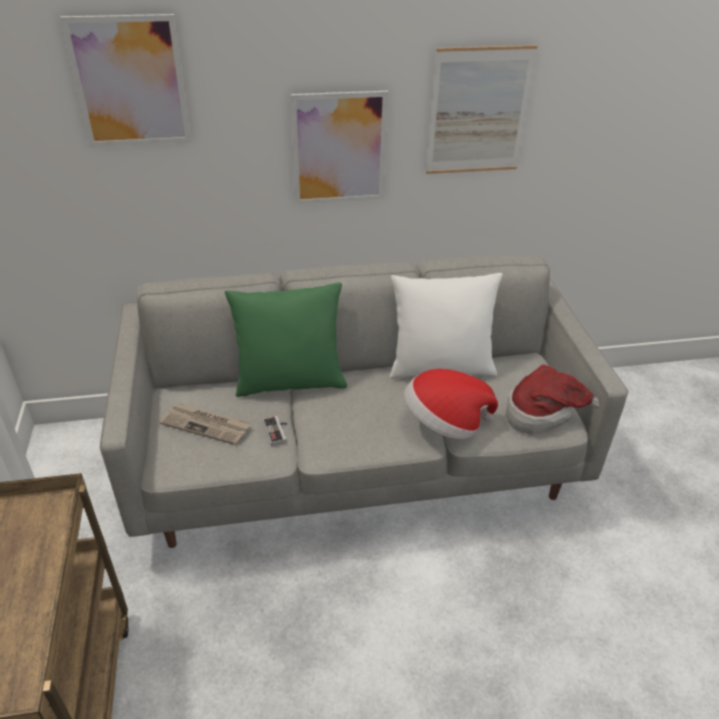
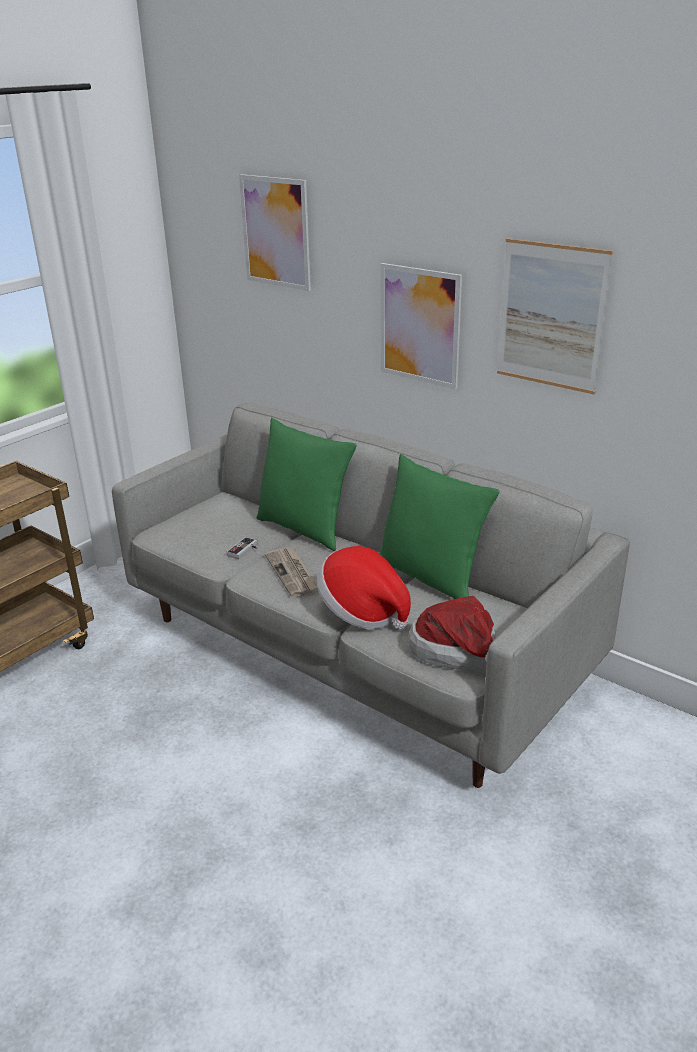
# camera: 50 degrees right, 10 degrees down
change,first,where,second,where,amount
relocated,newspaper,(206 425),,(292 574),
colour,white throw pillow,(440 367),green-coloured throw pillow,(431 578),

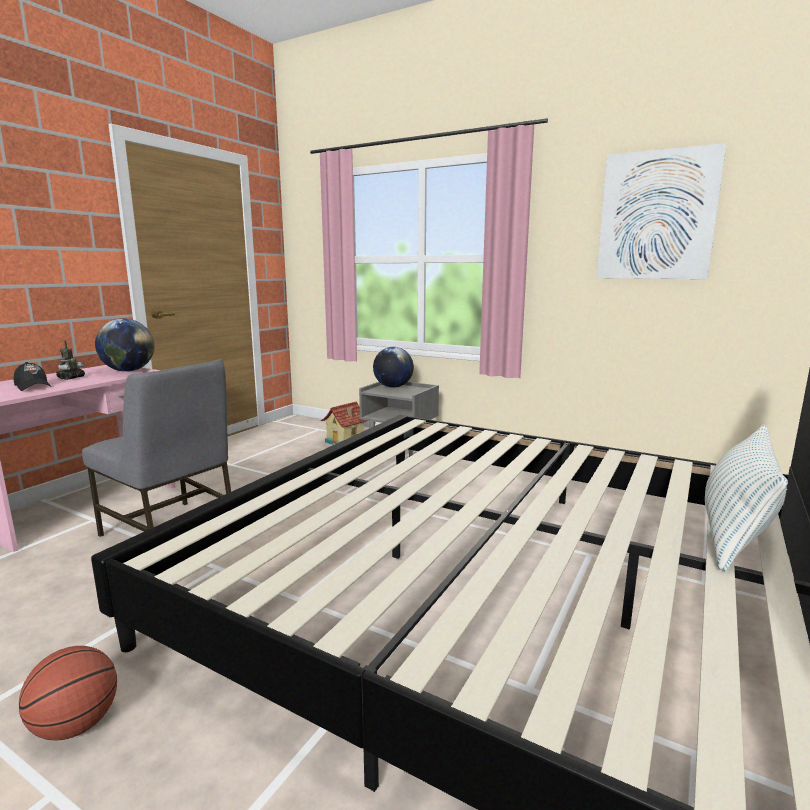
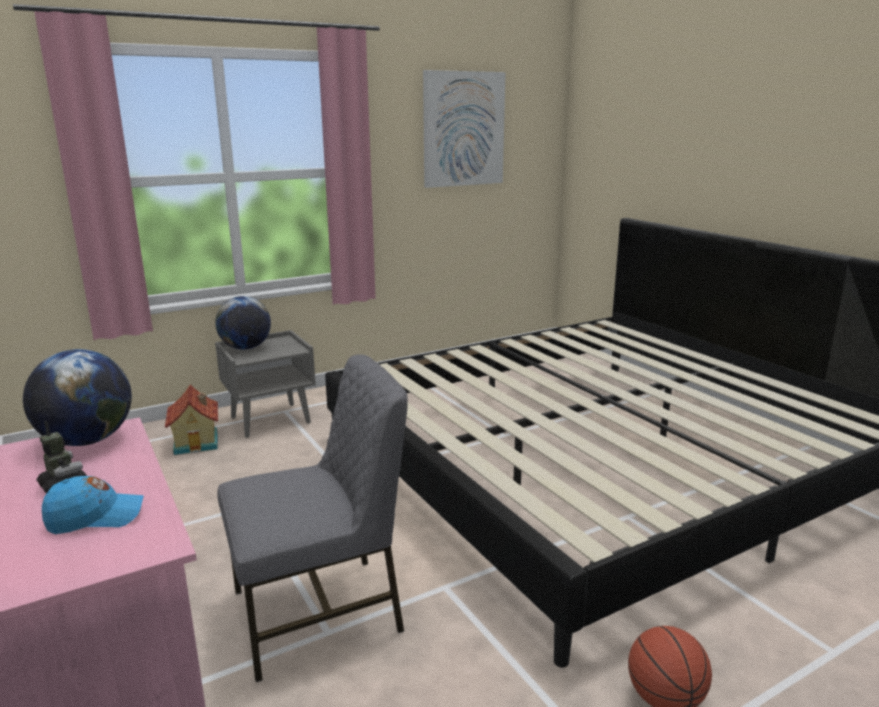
# camera: 60 degrees left, 5 degrees up
change,first,where,second,where,amount
colour,black peaked cap,(33 387),blue peaked cap,(96 518),
missing,throw pillow,(735 533),,,

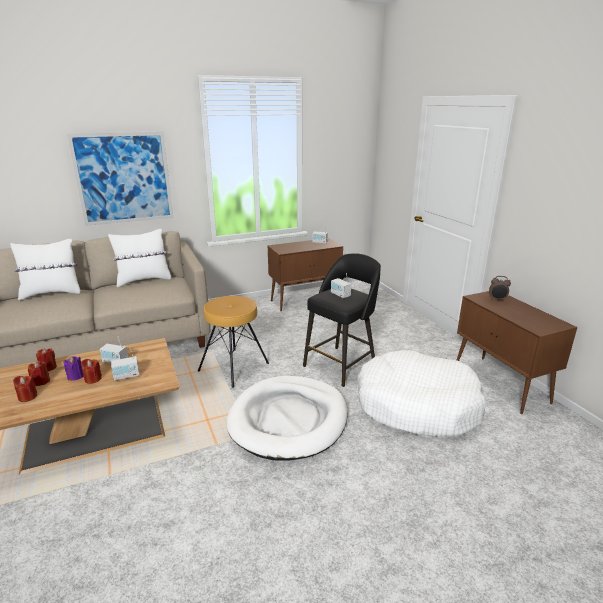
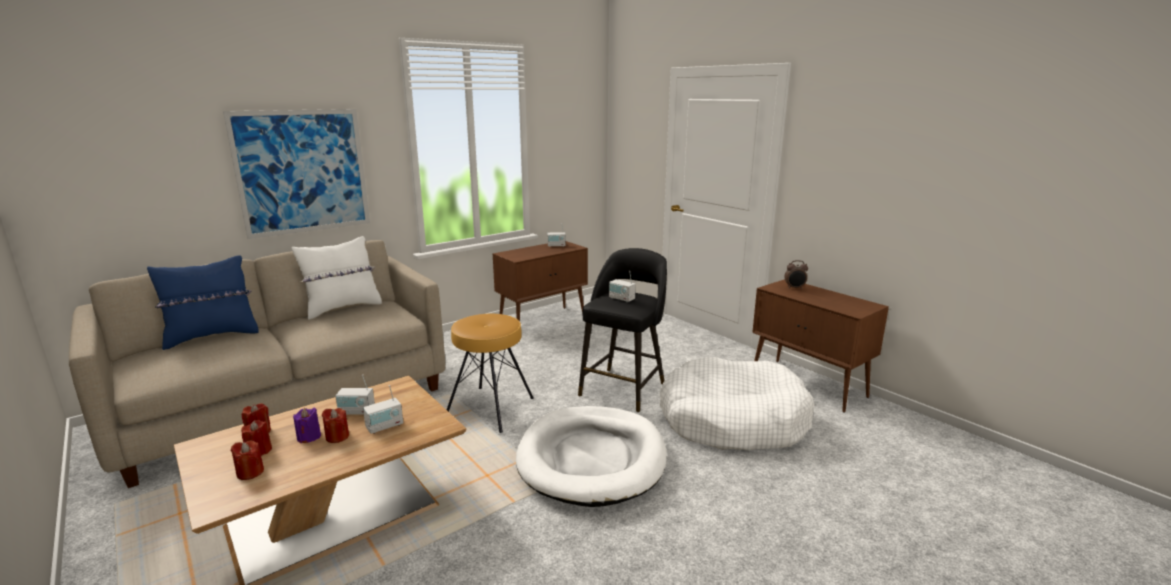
# camera: 15 degrees left, 5 degrees down
change,first,where,second,where,amount
colour,white throw pillow,(52 293),blue throw pillow,(212 336),

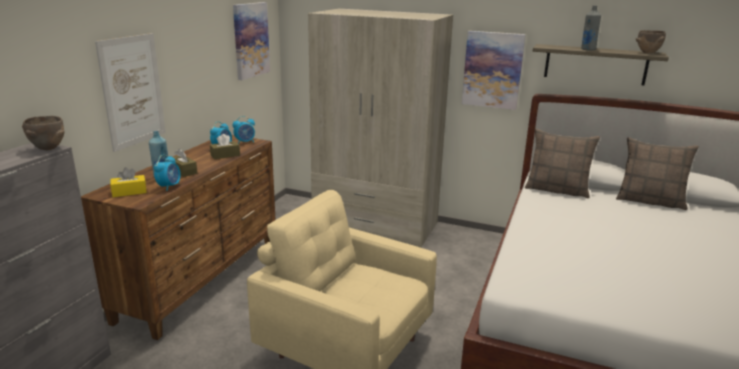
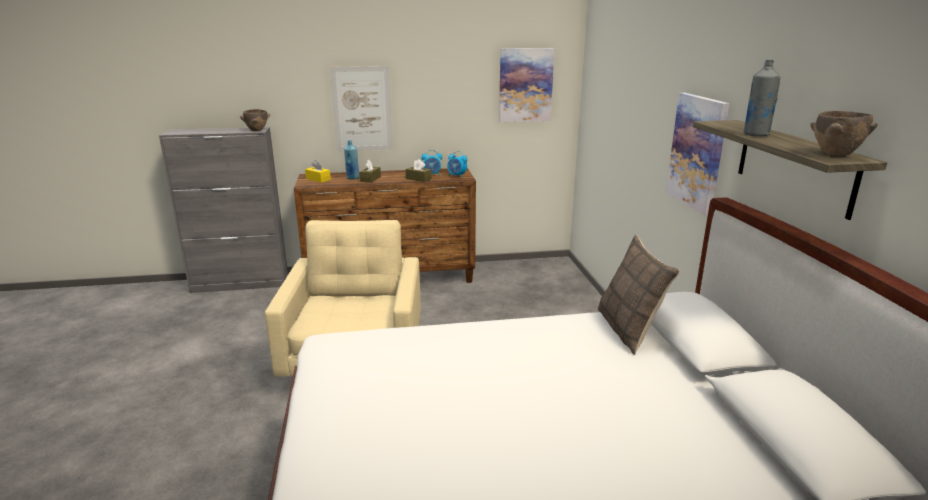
# camera: 60 degrees right, 0 degrees up
change,first,where,second,where,amount
missing,alarm clock,(169 186),,,
missing,beige clothes cupboard,(376 225),,,
missing,throw pillow,(650 201),,,

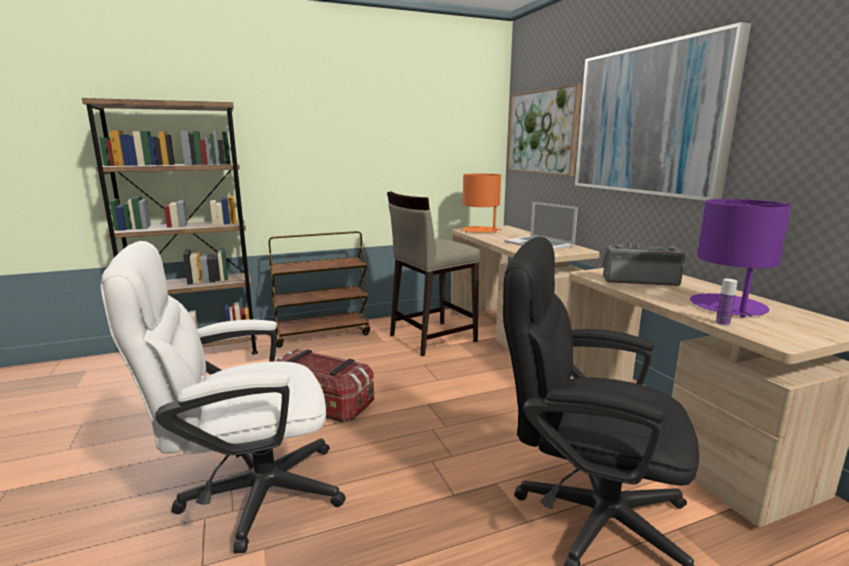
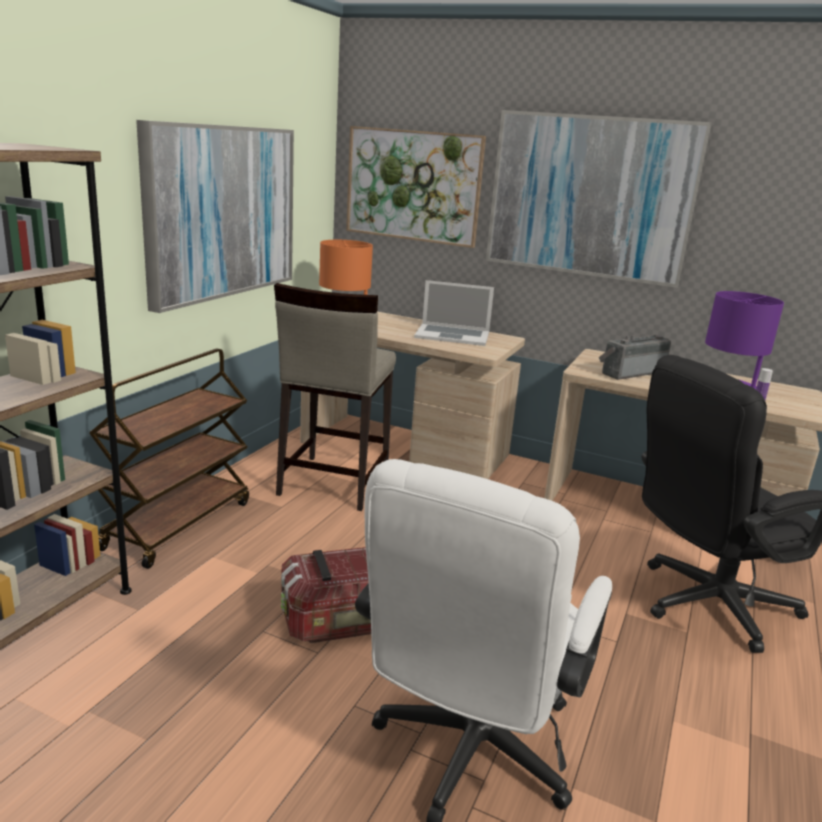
# camera: 45 degrees left, 5 degrees up
change,first,where,second,where,amount
appeared,,,picture,(221 212),

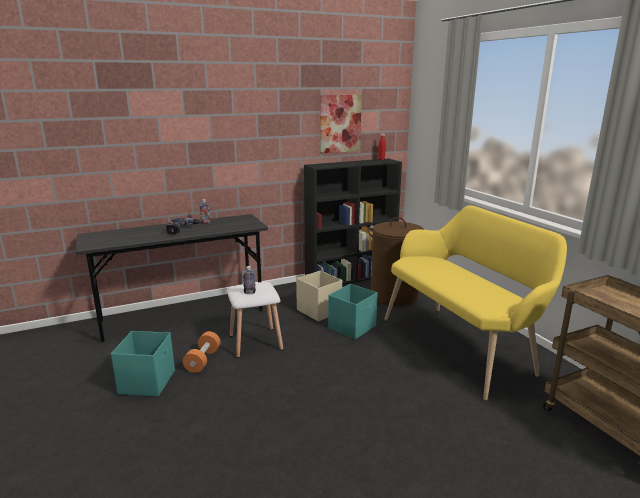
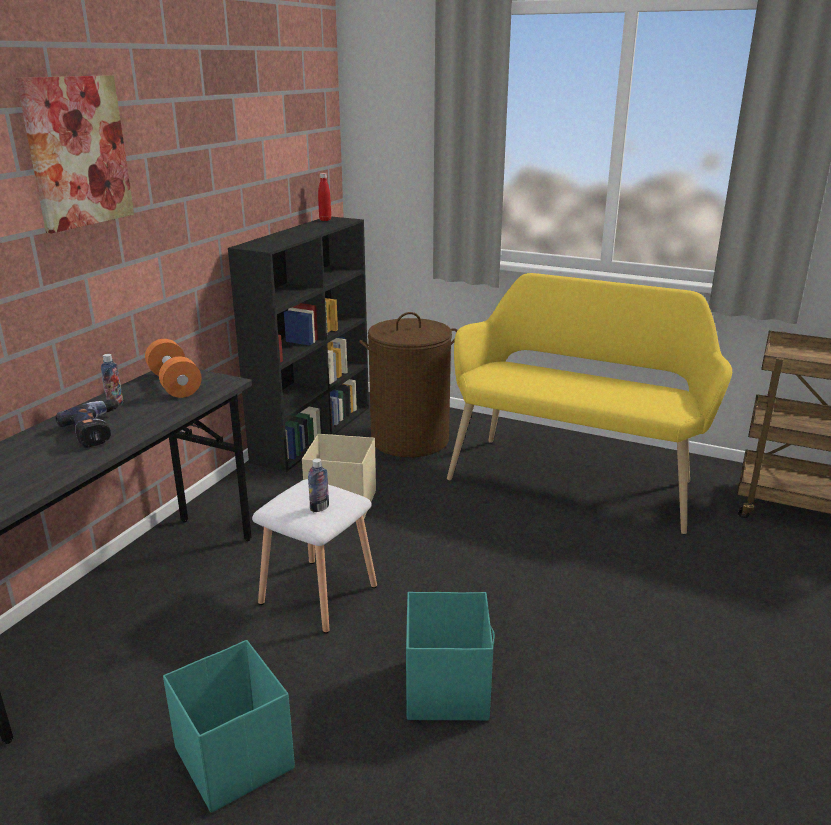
# camera: 40 degrees left, 5 degrees up
change,first,where,second,where,amount
relocated,orange-coloured free weight,(203 360),,(174 384),
relocated,picture,(340 123),,(77 152),
relocated,blue-green storage box,(352 327),,(447 688),

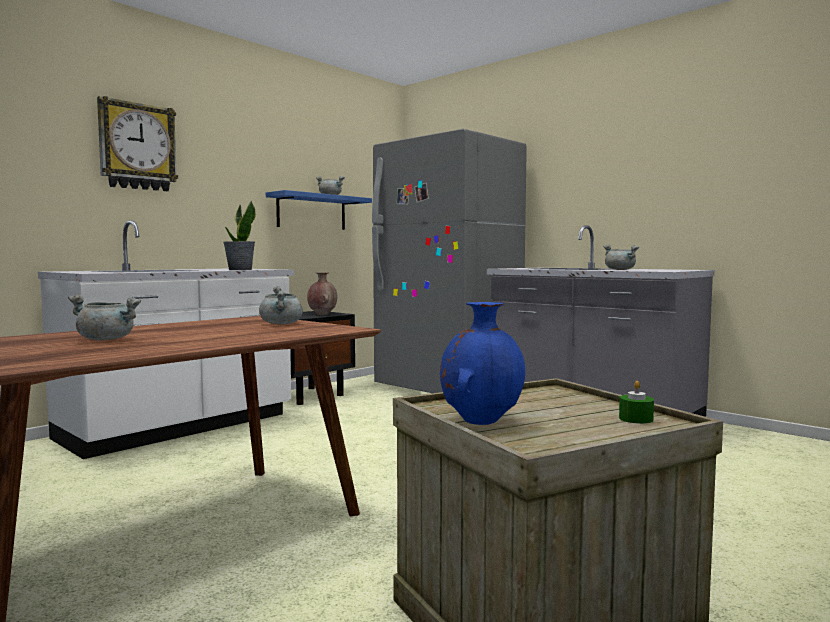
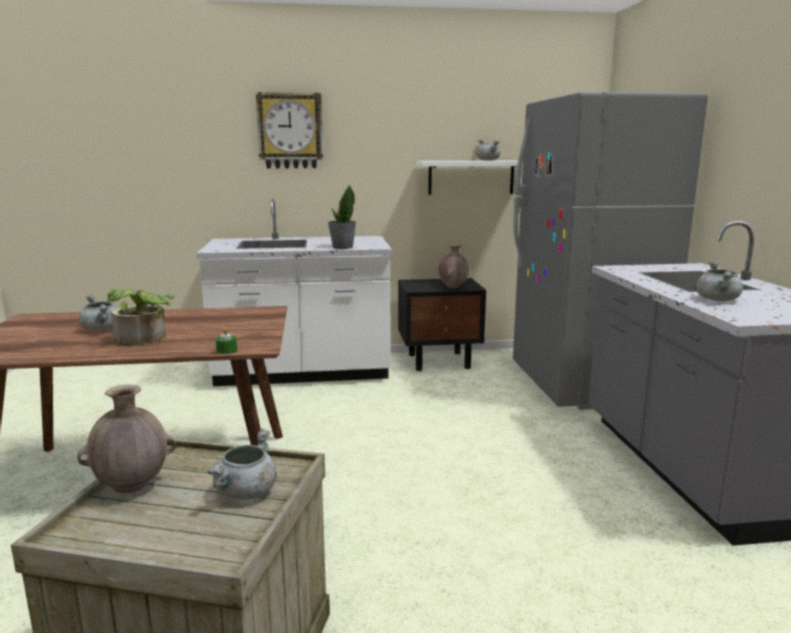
# camera: 40 degrees right, 10 degrees up
change,first,where,second,where,amount
relocated,grey cooking pot,(281 324),,(246 493),
colour,blue wall shelf,(311 212),white wall shelf,(471 177),
colour,blue decorative vase,(481 421),brown-coloured decorative vase,(132 486),
relocated,green-coloured wax candle,(636 419),,(227 351),
appeared,,,potted plant,(144 340),

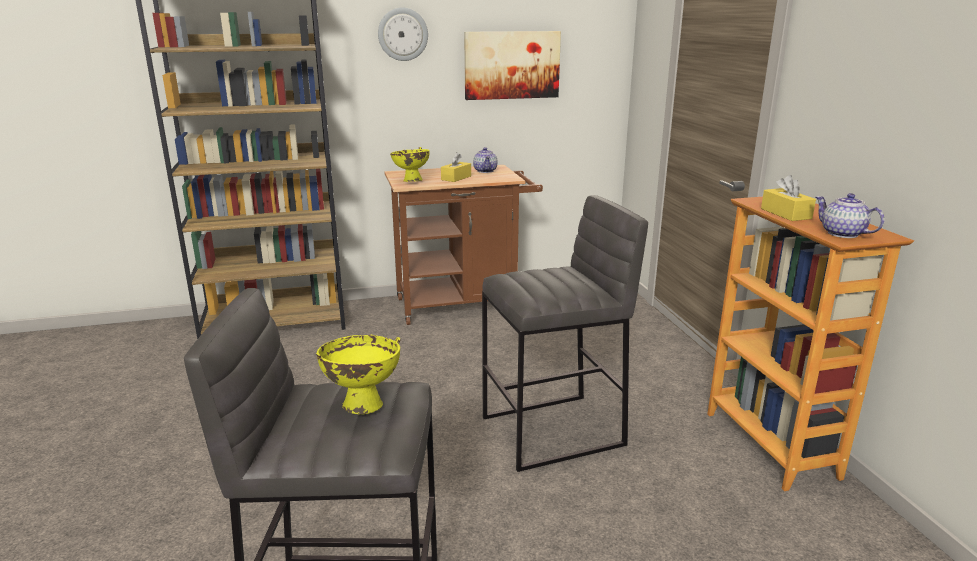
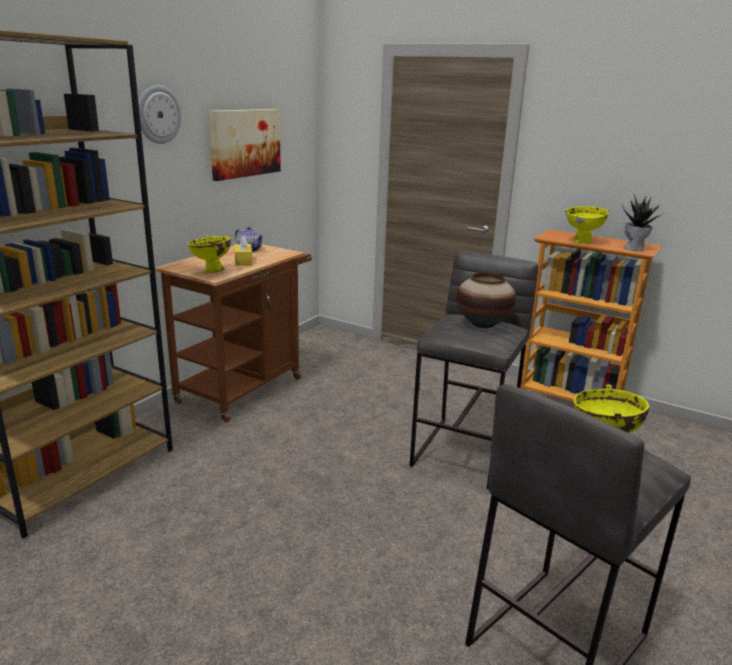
# camera: 45 degrees left, 0 degrees up
change,first,where,second,where,amount
exchanged,yellow tissue holder,(785 213),yellow serving bowl,(582 242),
exchanged,teapot,(843 234),potted plant,(634 248),
appeared,,,decorative vase,(483 324),

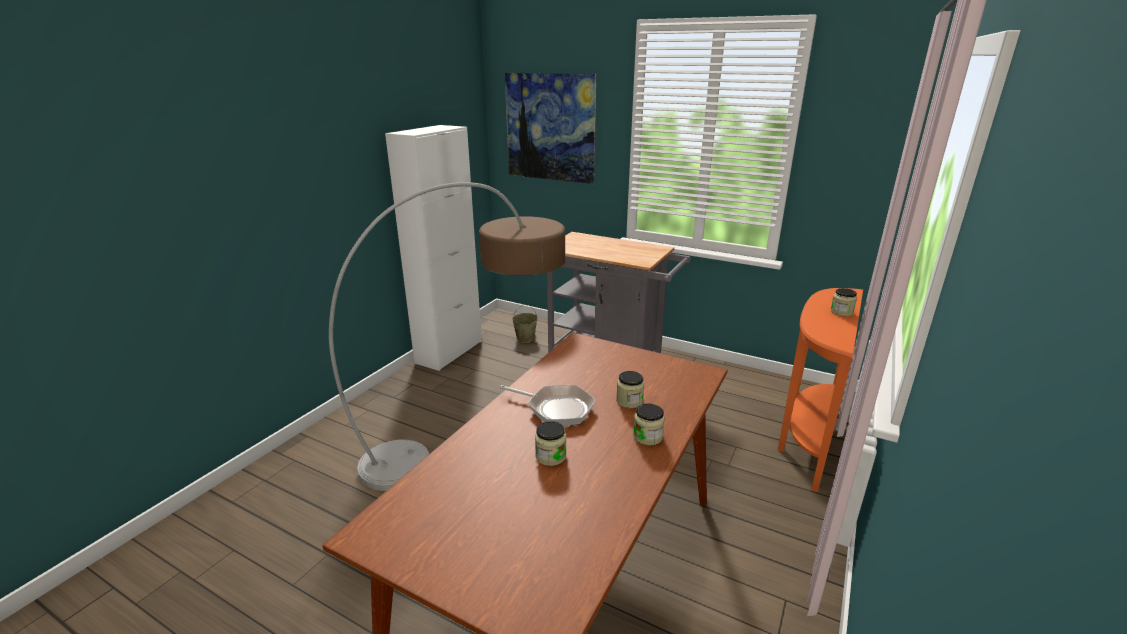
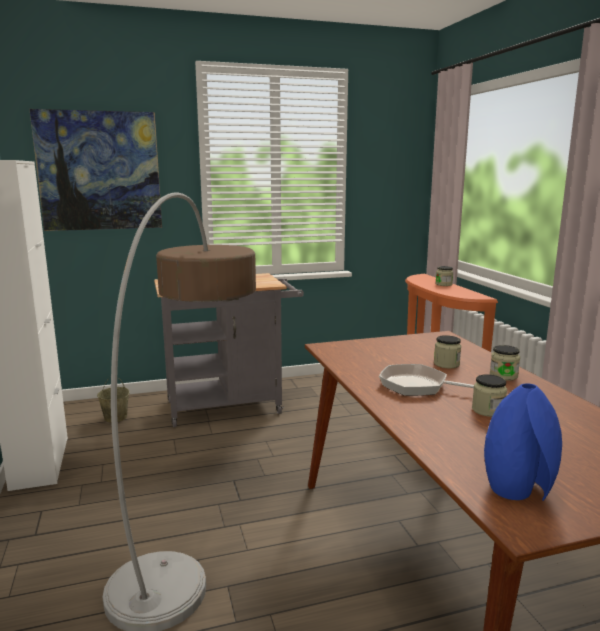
# camera: 45 degrees left, 10 degrees down
change,first,where,second,where,amount
spun,skillet,(556 408),,(418 386),135 degrees counterclockwise
appeared,,,blue decorative vase,(519 489),

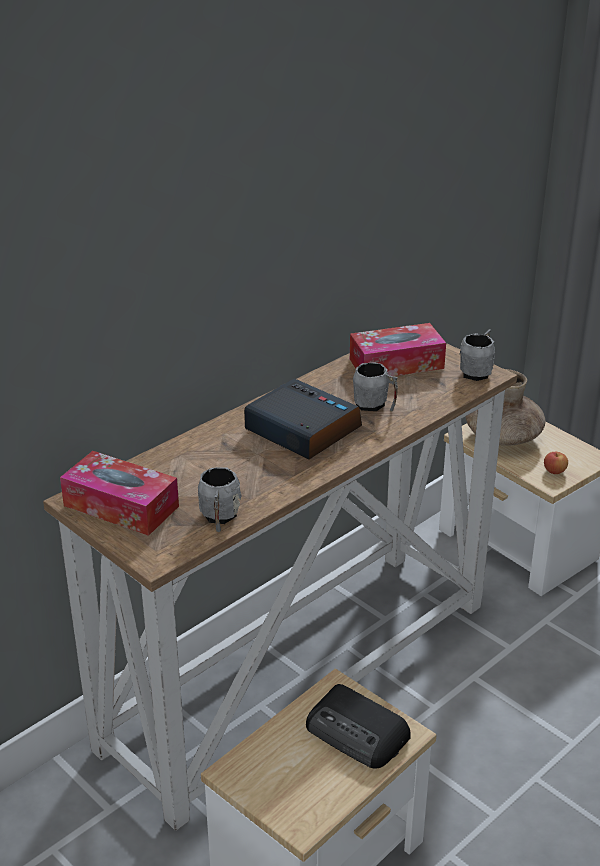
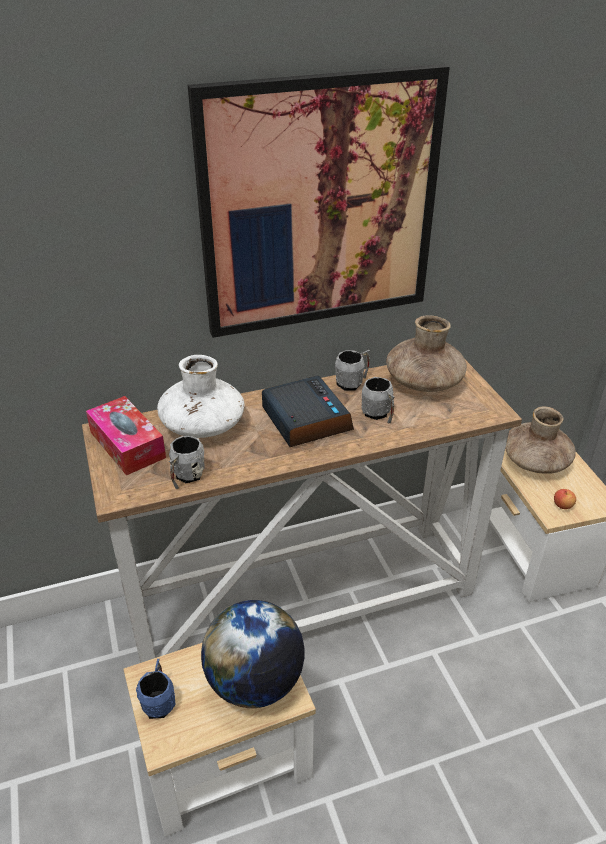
# camera: 25 degrees right, 5 degrees up
change,first,where,second,where,amount
exchanged,radio receiver,(358 733),globe,(255 682),
exchanged,tissue holder,(396 363),brown-coloured decorative vase,(423 382),
relocated,grey mug,(477 371),,(352 382),
appeared,,,blue mug,(159 701),
appeared,,,white decorative vase,(203 425),
appeared,,,picture,(319 206),

